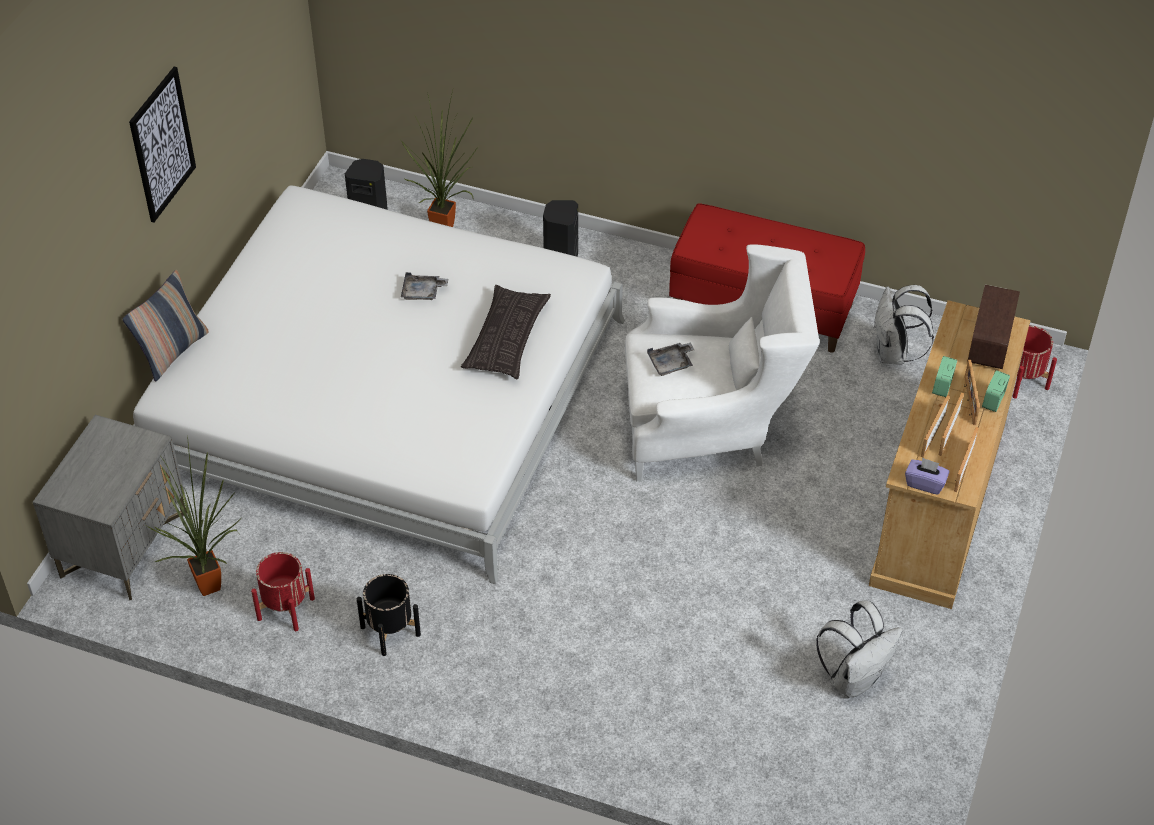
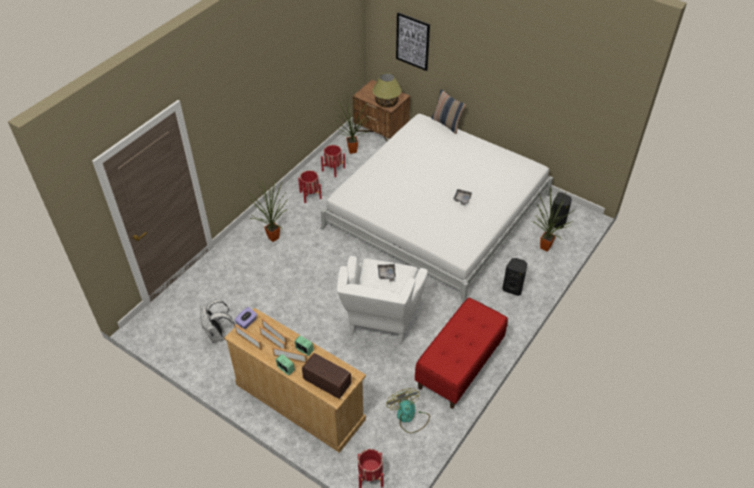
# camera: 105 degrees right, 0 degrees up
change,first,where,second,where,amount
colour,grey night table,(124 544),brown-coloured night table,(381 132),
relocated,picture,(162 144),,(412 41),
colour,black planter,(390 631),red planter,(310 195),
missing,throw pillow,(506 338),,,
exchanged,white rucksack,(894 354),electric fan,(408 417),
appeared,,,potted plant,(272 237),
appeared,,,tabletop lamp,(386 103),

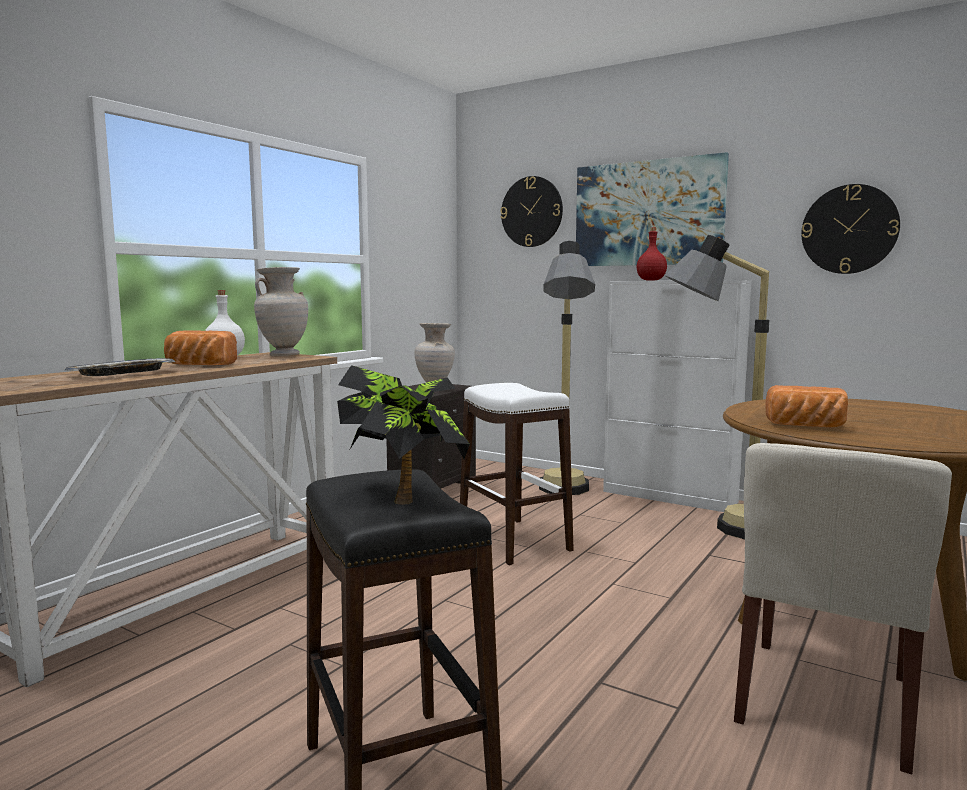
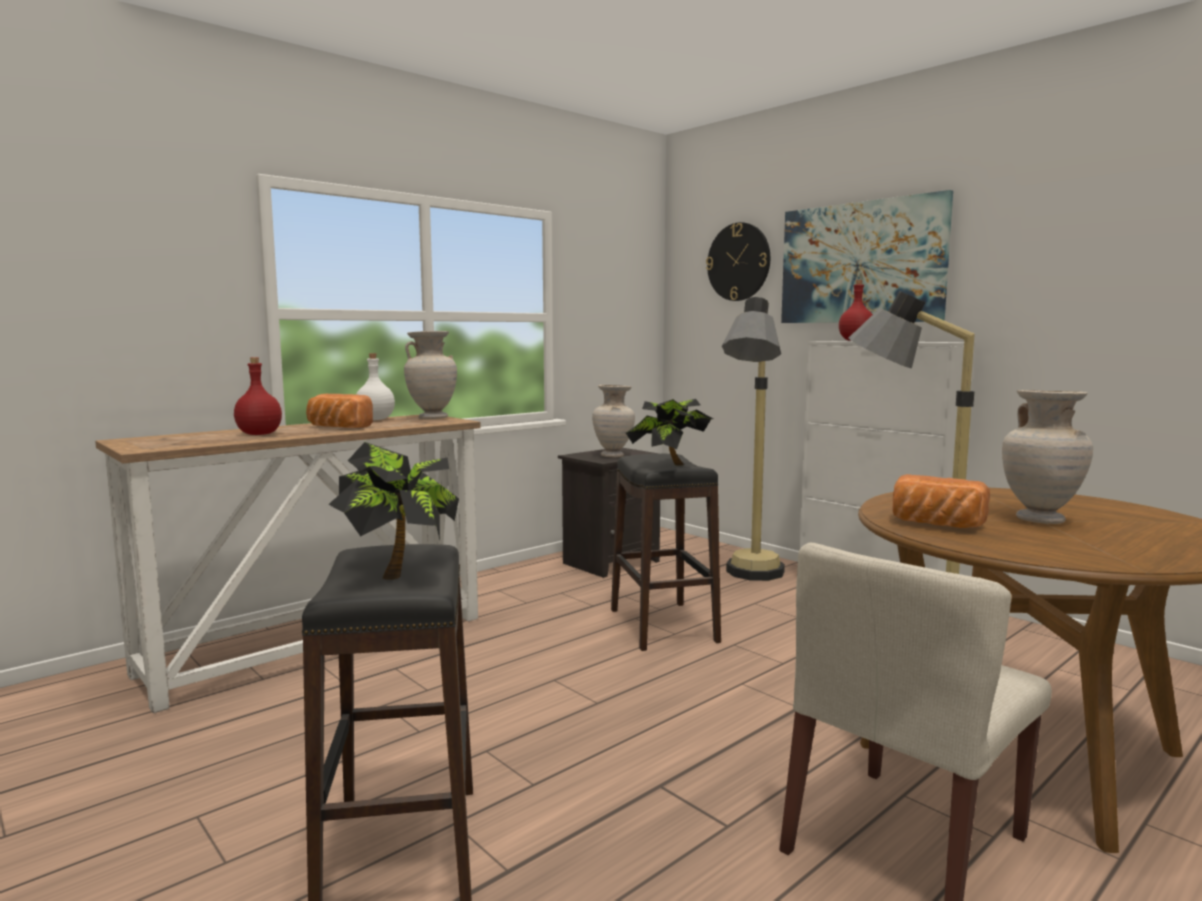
# camera: 15 degrees right, 0 degrees up
change,first,where,second,where,amount
exchanged,carrying tray,(122 373),red beverage bottle,(259 434),
colour,white sitting stool,(513 541),black sitting stool,(662 625),
missing,hanging clock,(849 229),,,
appeared,,,potted plant,(670 465),
appeared,,,beige decorative vase,(1040 520),

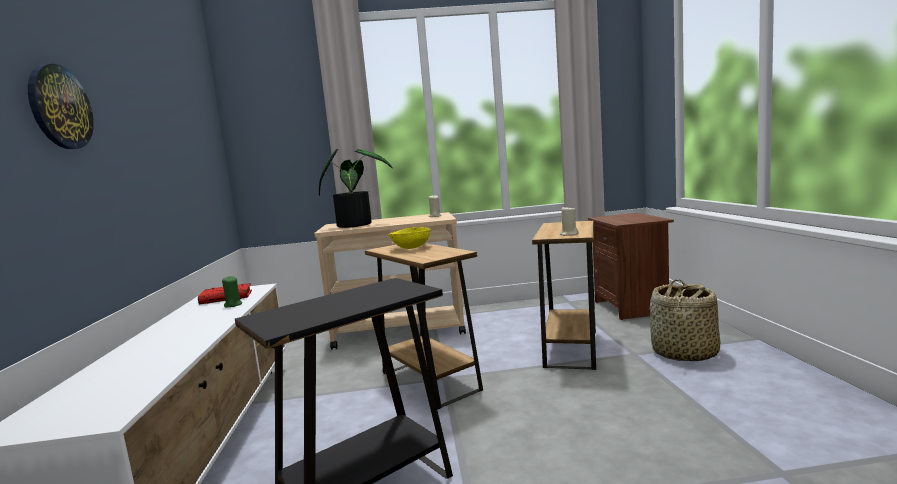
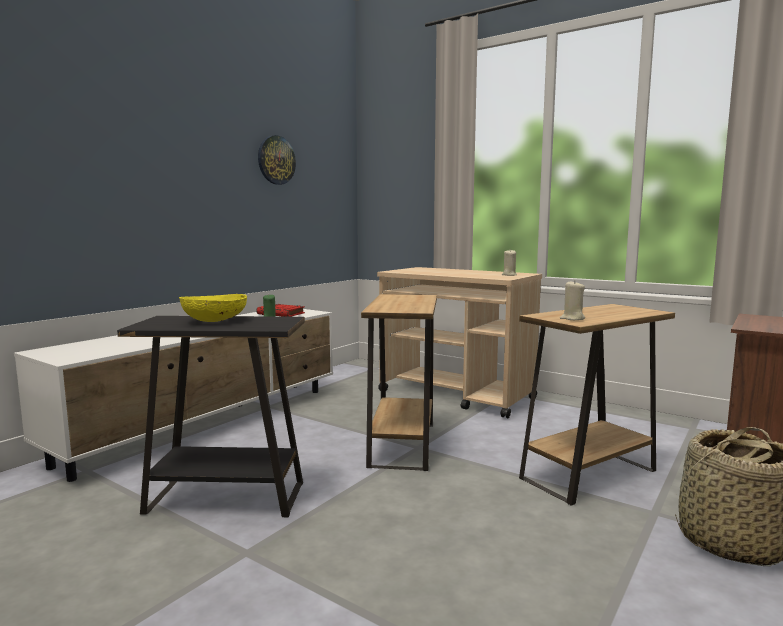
# camera: 40 degrees right, 0 degrees up
change,first,where,second,where,amount
relocated,hanging clock,(60 107),,(276 160),
missing,potted plant,(357 224),,,
relocated,yellow serving bowl,(411 248),,(215 321),

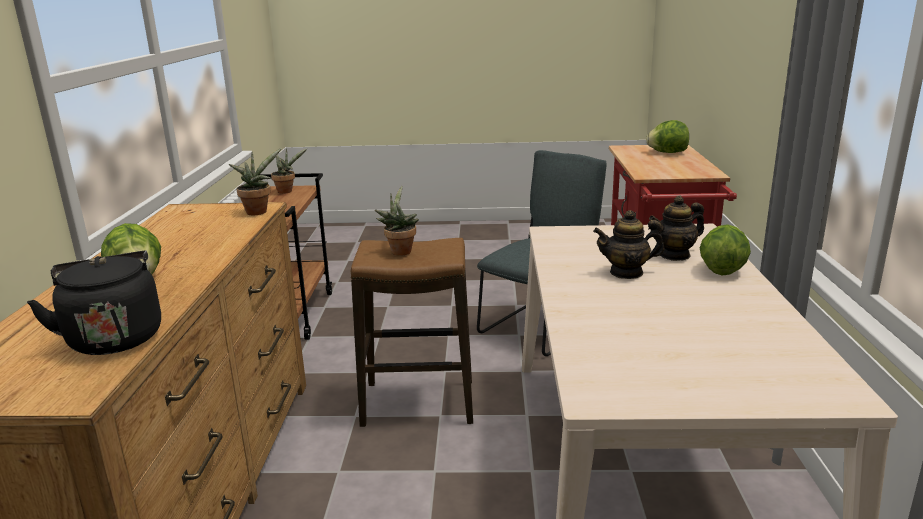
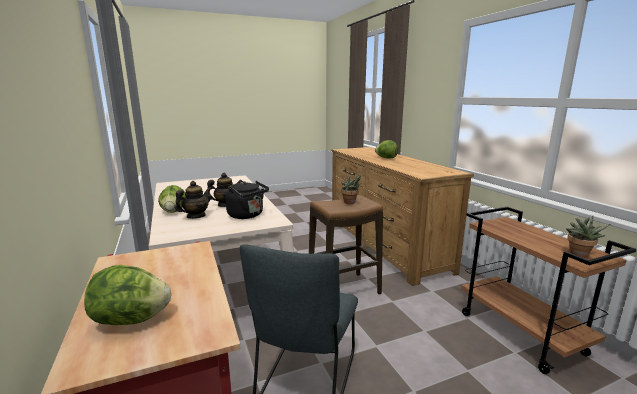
# camera: 155 degrees right, 5 degrees down
change,first,where,second,where,amount
relocated,black tea kettle,(114 337),,(247 215),
missing,potted plant,(258 211),,,

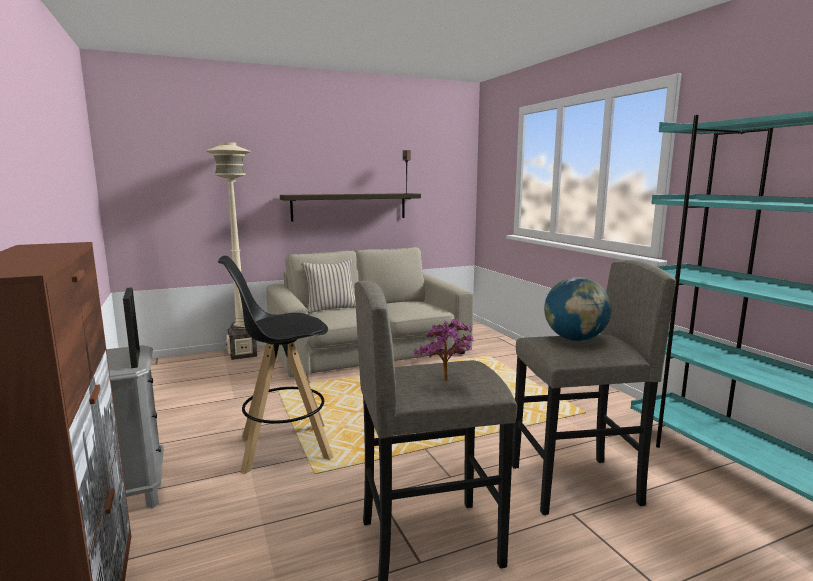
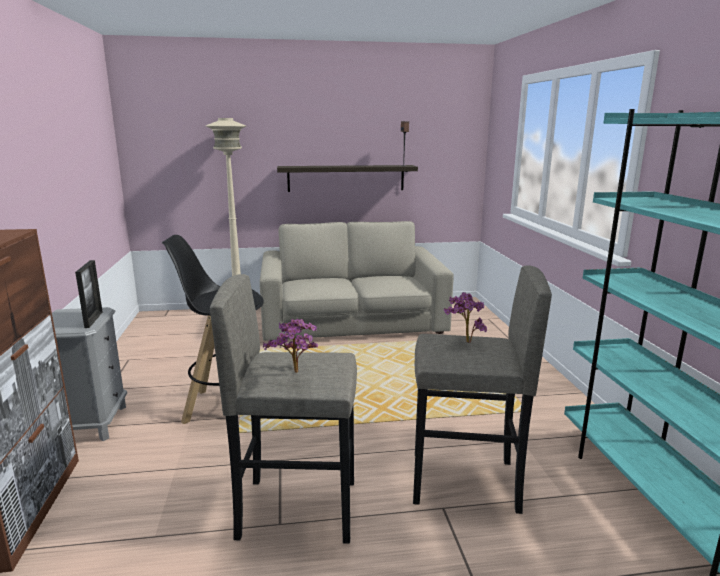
# camera: 15 degrees right, 5 degrees up
change,first,where,second,where,amount
missing,beige throw pillow,(331 308),,,
exchanged,globe,(575 339),potted plant,(464 342),

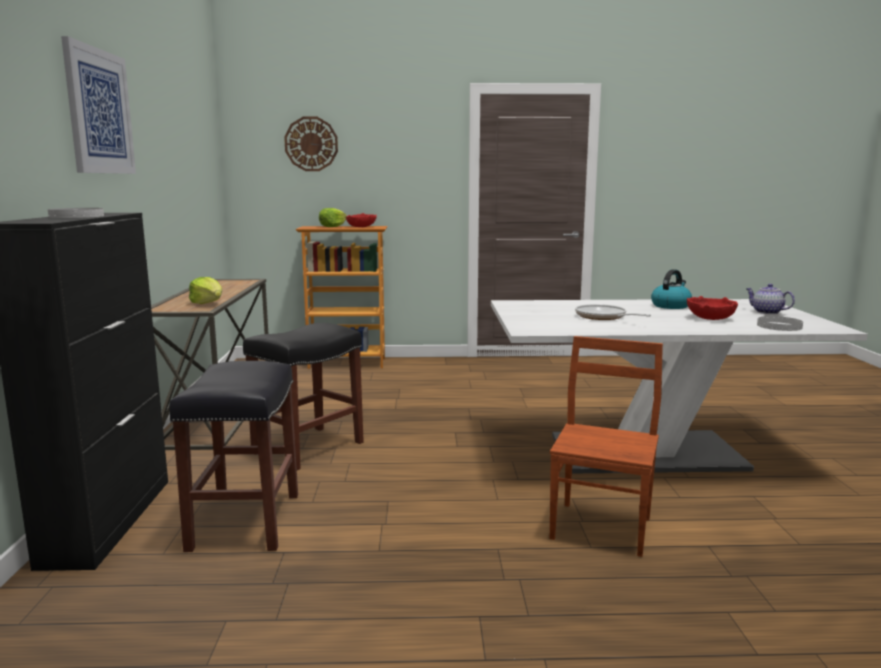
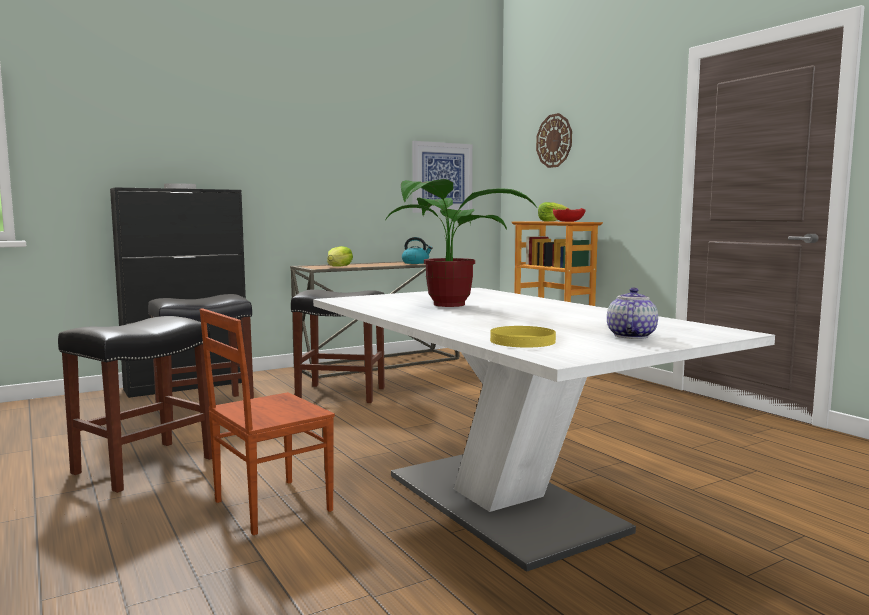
# camera: 60 degrees right, 5 degrees down
change,first,where,second,where,amount
relocated,picture,(99 112),,(442 178),
spun,brown-coloured upright chair,(603 528),,(270 506),150 degrees clockwise
exchanged,skillet,(603 317),potted plant,(447 305),
relocated,tea kettle,(670 306),,(416 263),
missing,red serving bowl,(711 318),,,
colour,white flat dish,(779 326),yellow flat dish,(522 341),
appeared,,,black sitting stool,(145 465),

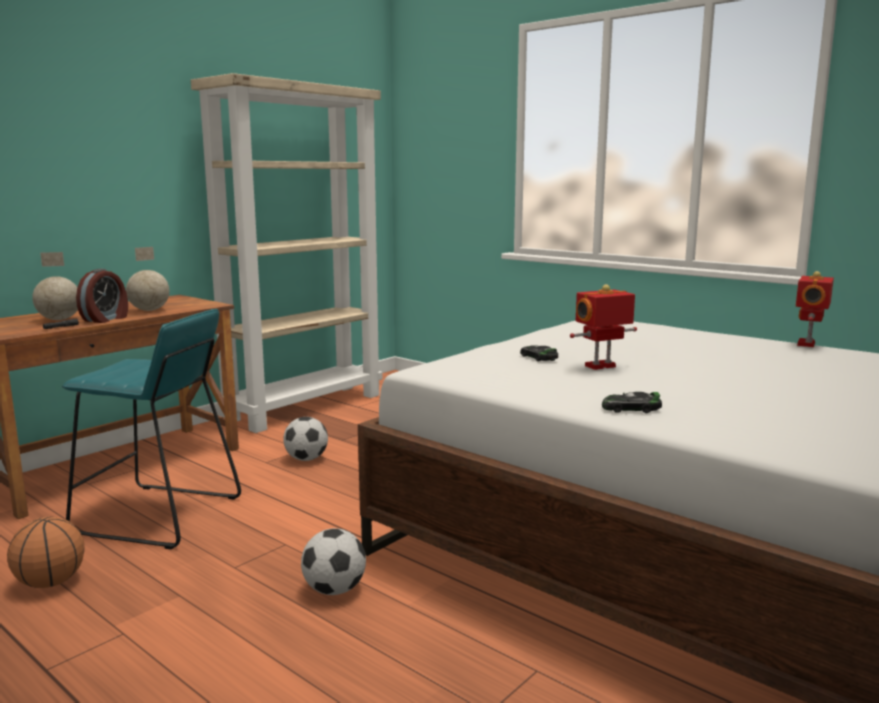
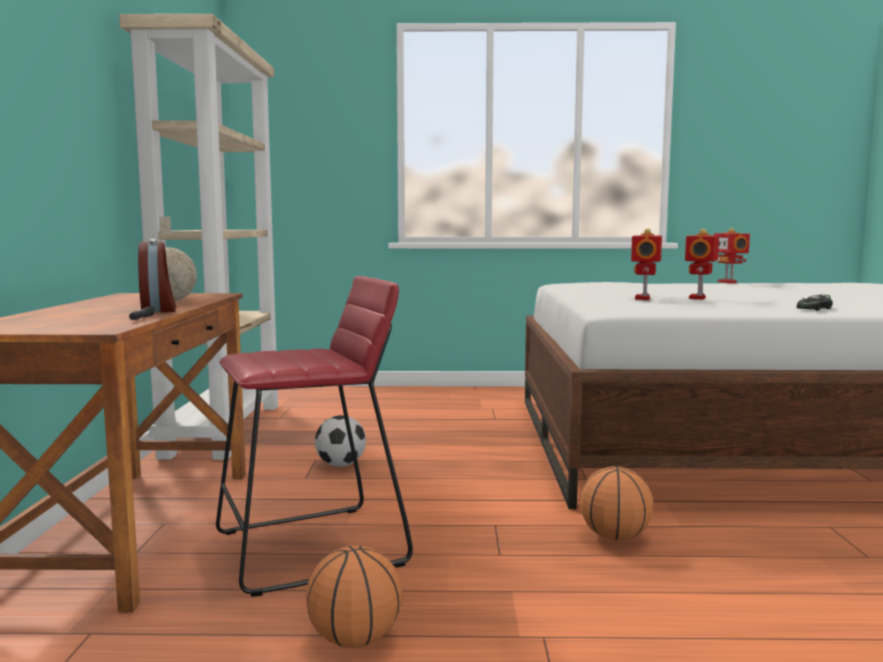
# camera: 40 degrees left, 5 degrees down
change,first,where,second,where,amount
missing,globe,(60 319),,,
colour,blue-green sitting stool,(157 516),red sitting stool,(311 548),
exchanged,football,(334 590),ball for basketball,(614 537),
exchanged,toy car,(539 357),toy robot,(644 298),

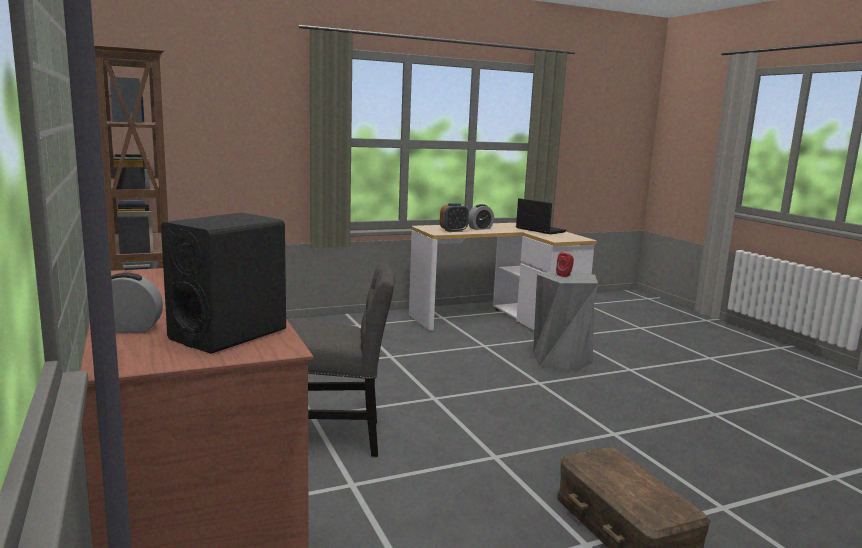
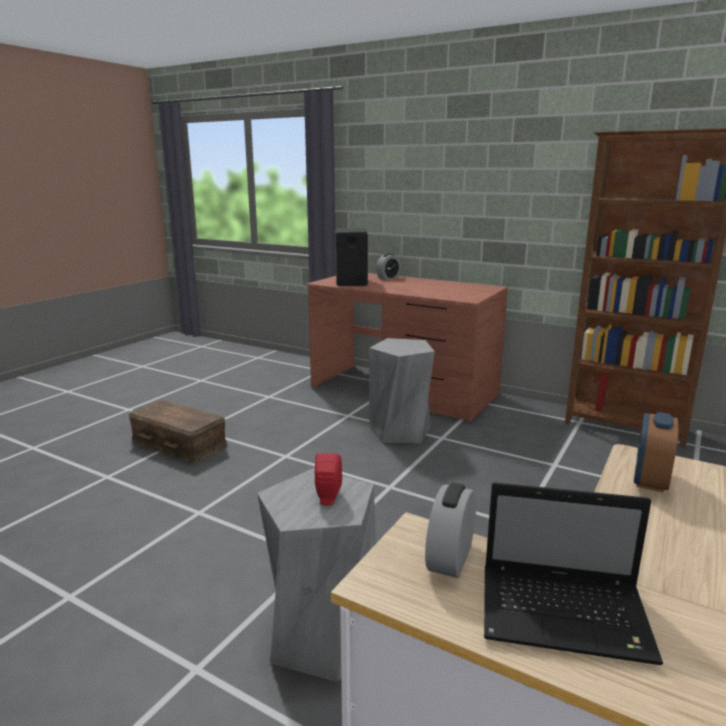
# camera: 145 degrees right, 5 degrees up
change,first,where,second,where,amount
exchanged,grey upright chair,(335 438),grey sitting stool,(400 431),
relocated,alarm clock,(480 228),,(450 558),

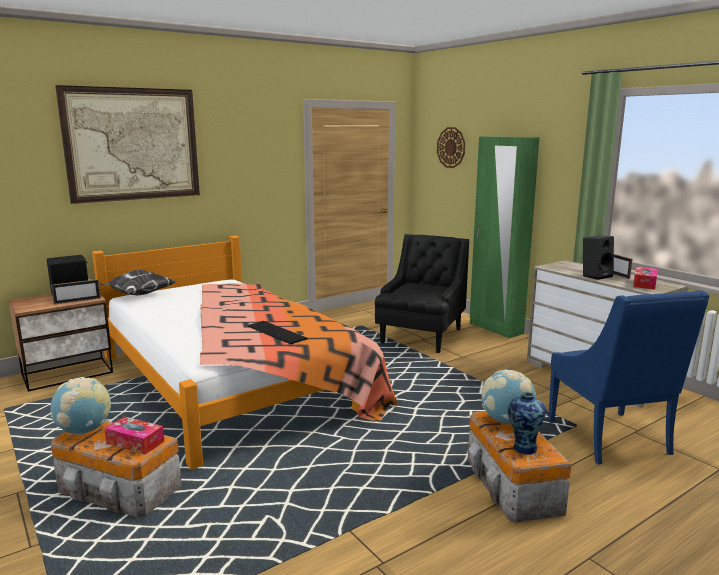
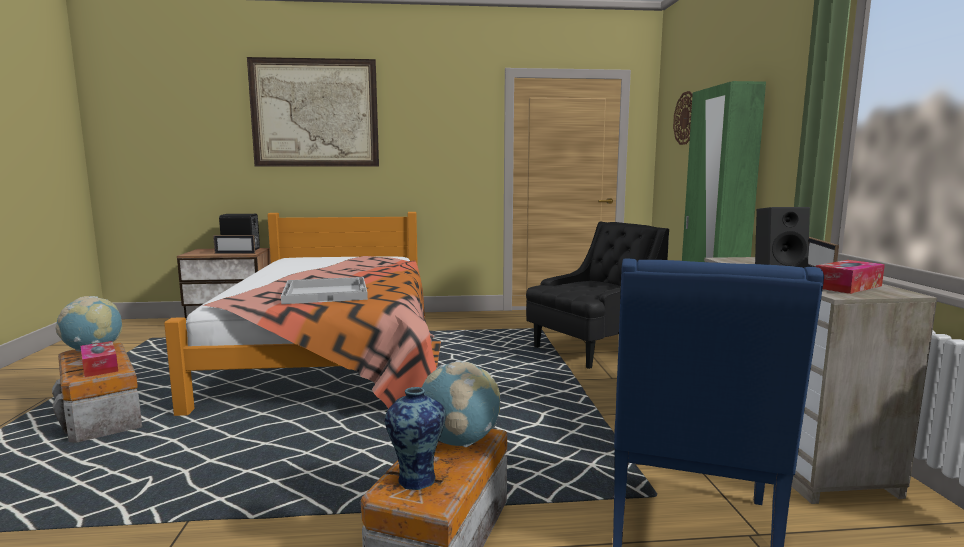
# camera: 30 degrees right, 5 degrees down
change,first,where,second,where,amount
missing,throw pillow,(138 295),,,
exchanged,computer keyboard,(277 332),white carrying tray,(326 293),

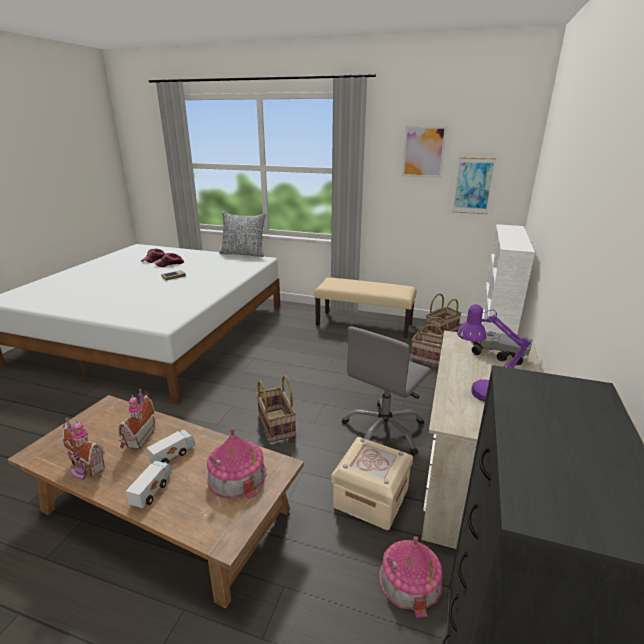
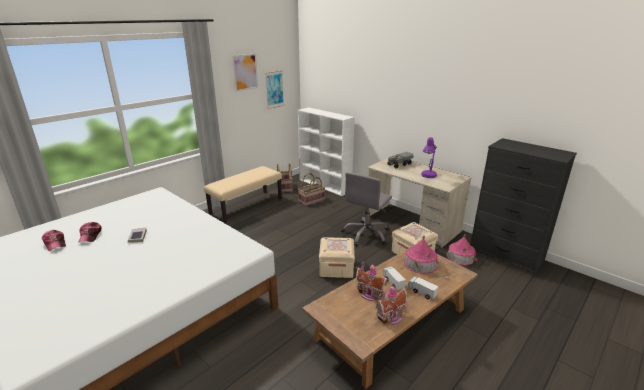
# camera: 65 degrees left, 0 degrees up
change,first,where,second,where,amount
missing,throw pillow,(243 254),,,
exchanged,household basket,(275 425),beige storage box,(336 268),
spun,grey office chair,(384 431),,(366 234),60 degrees clockwise

